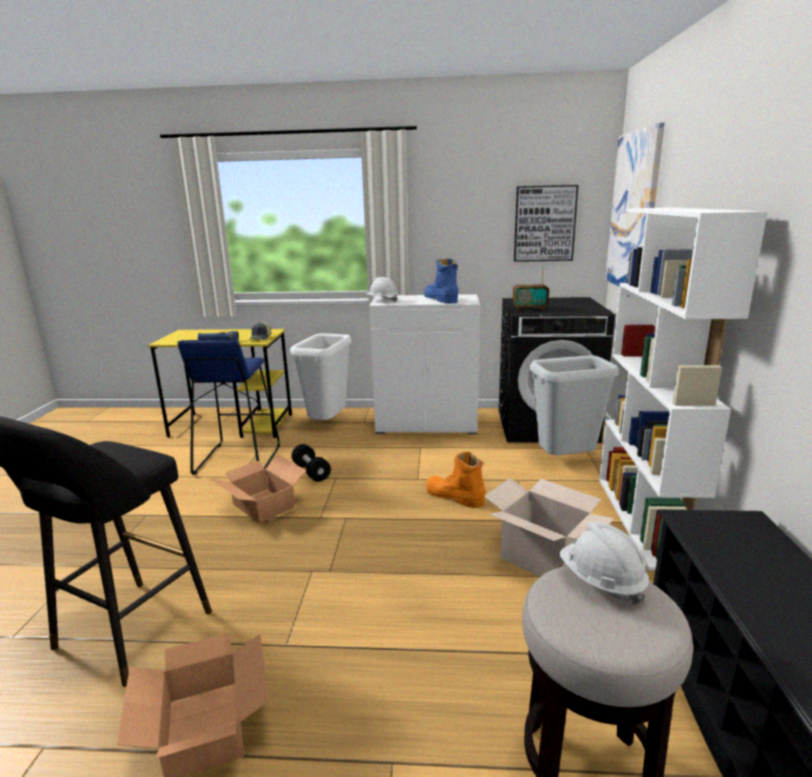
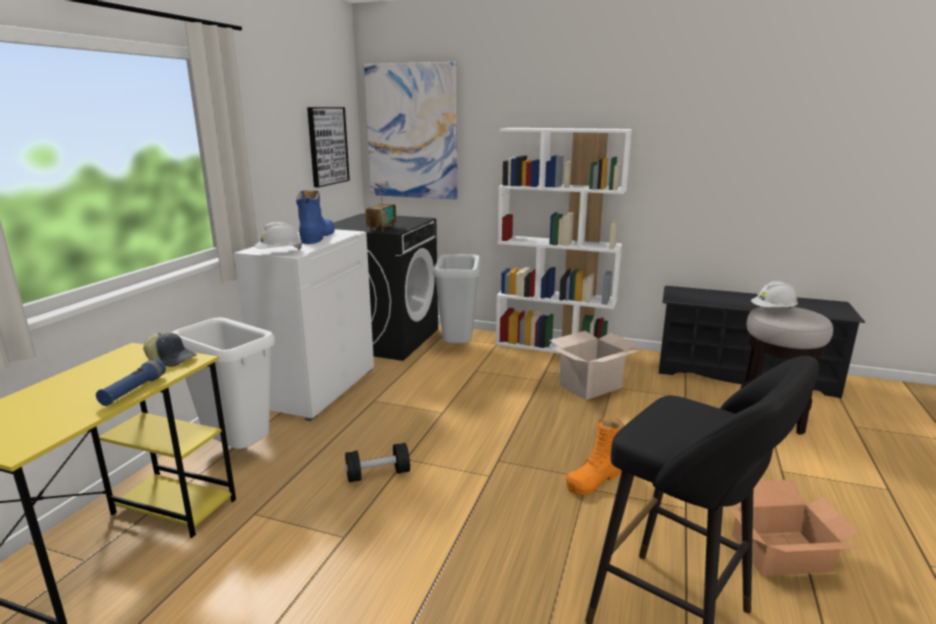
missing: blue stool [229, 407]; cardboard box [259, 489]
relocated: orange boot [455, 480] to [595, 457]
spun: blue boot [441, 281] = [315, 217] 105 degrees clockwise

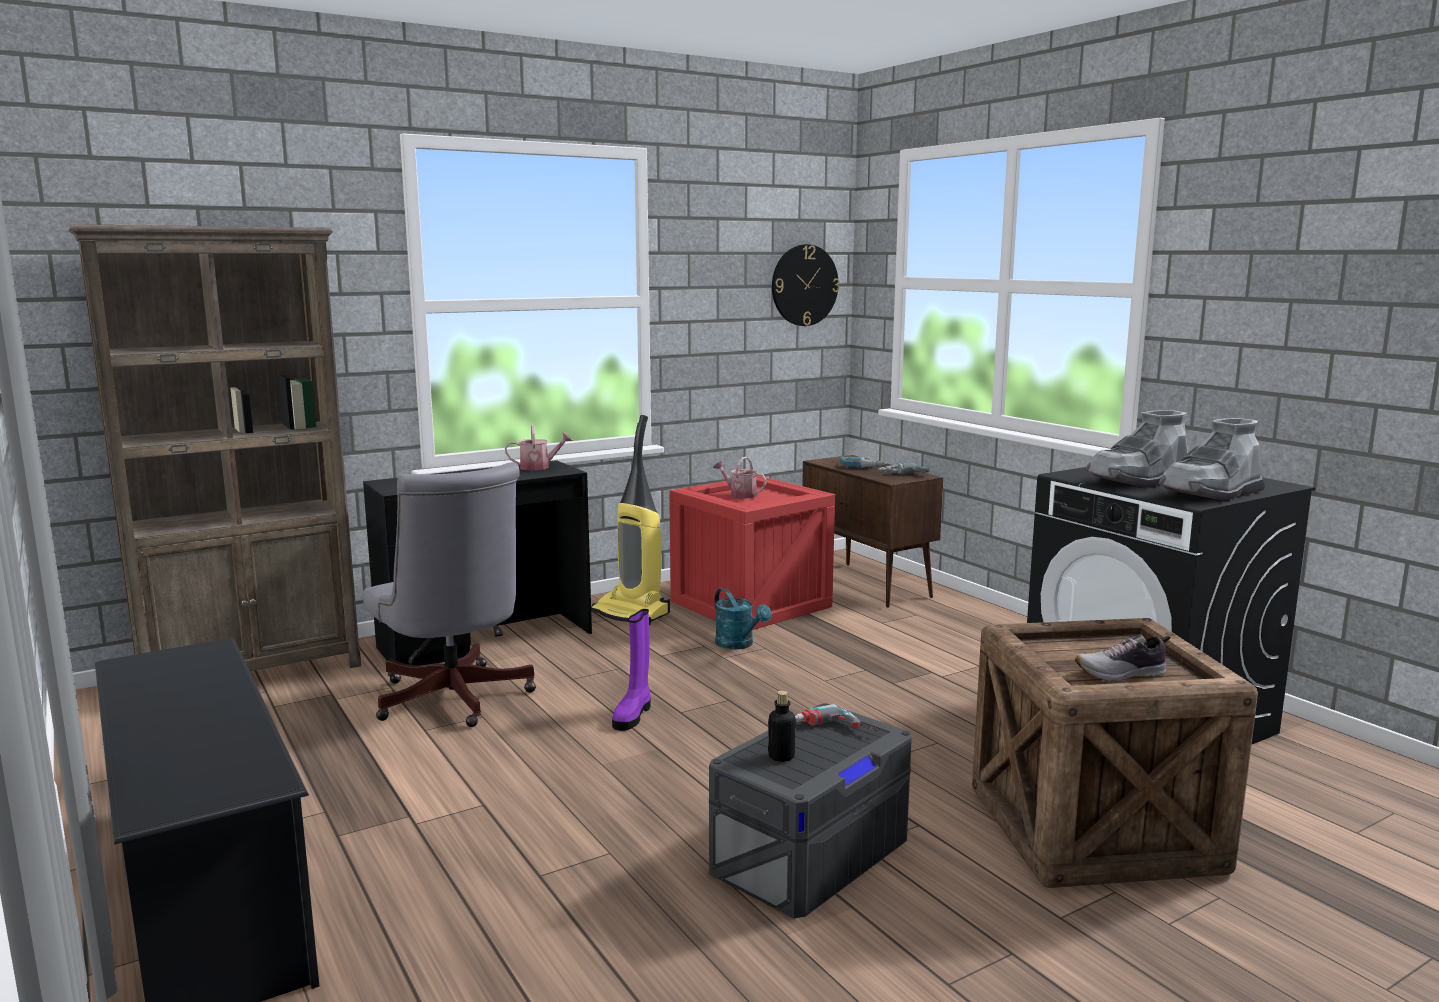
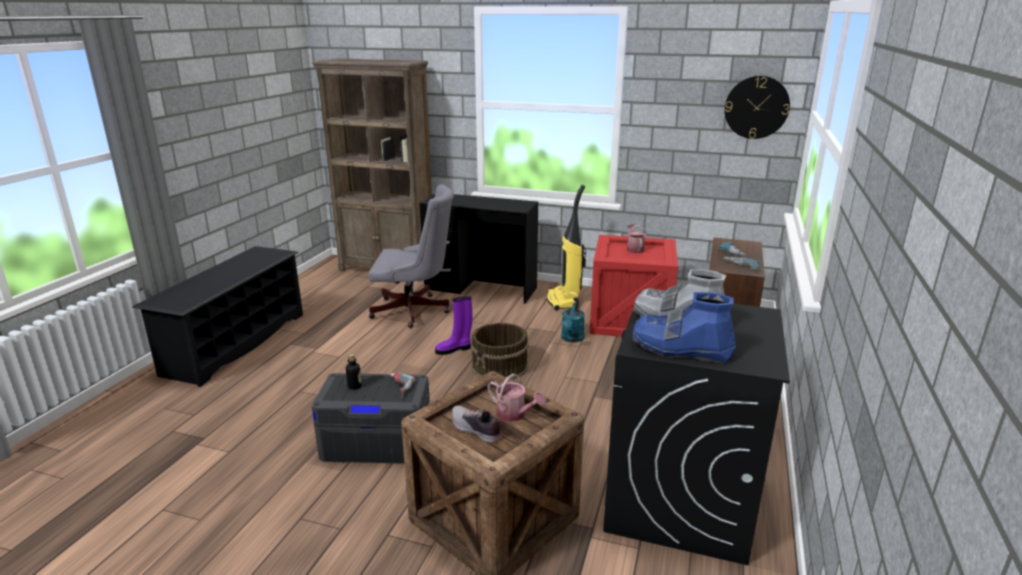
appeared: brown bucket [500, 351]
relocated: watering can [539, 447] to [516, 397]
colour: grey boot [1212, 459] to blue boot [684, 327]
spun: grey office chair [449, 594] = [411, 256] 105 degrees counterclockwise

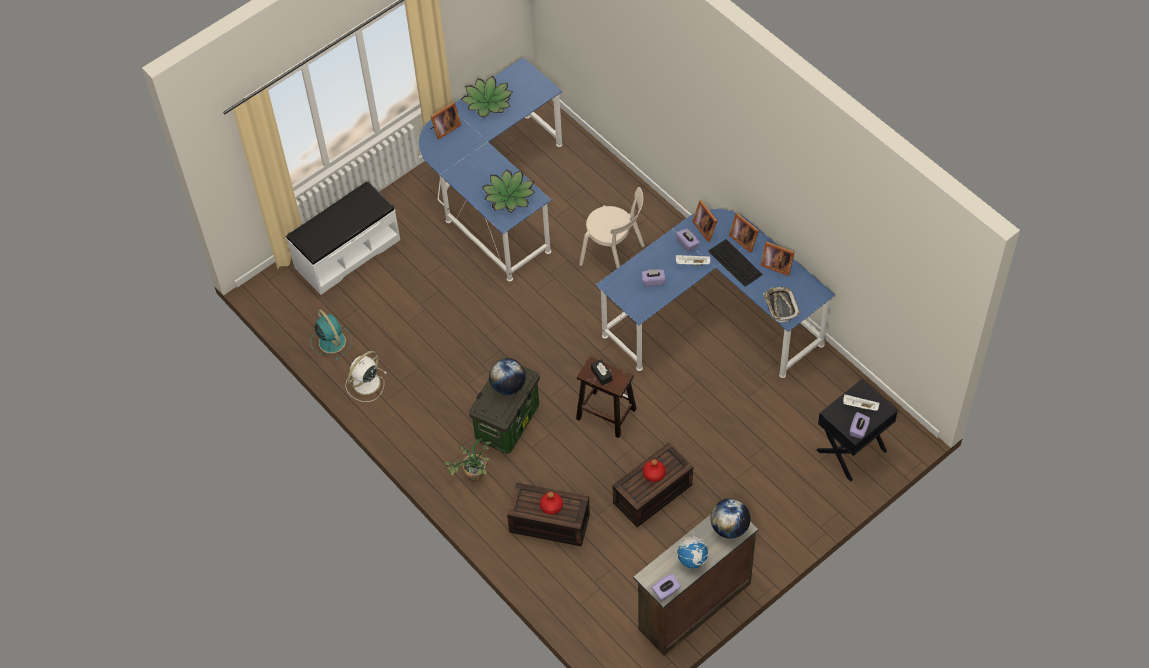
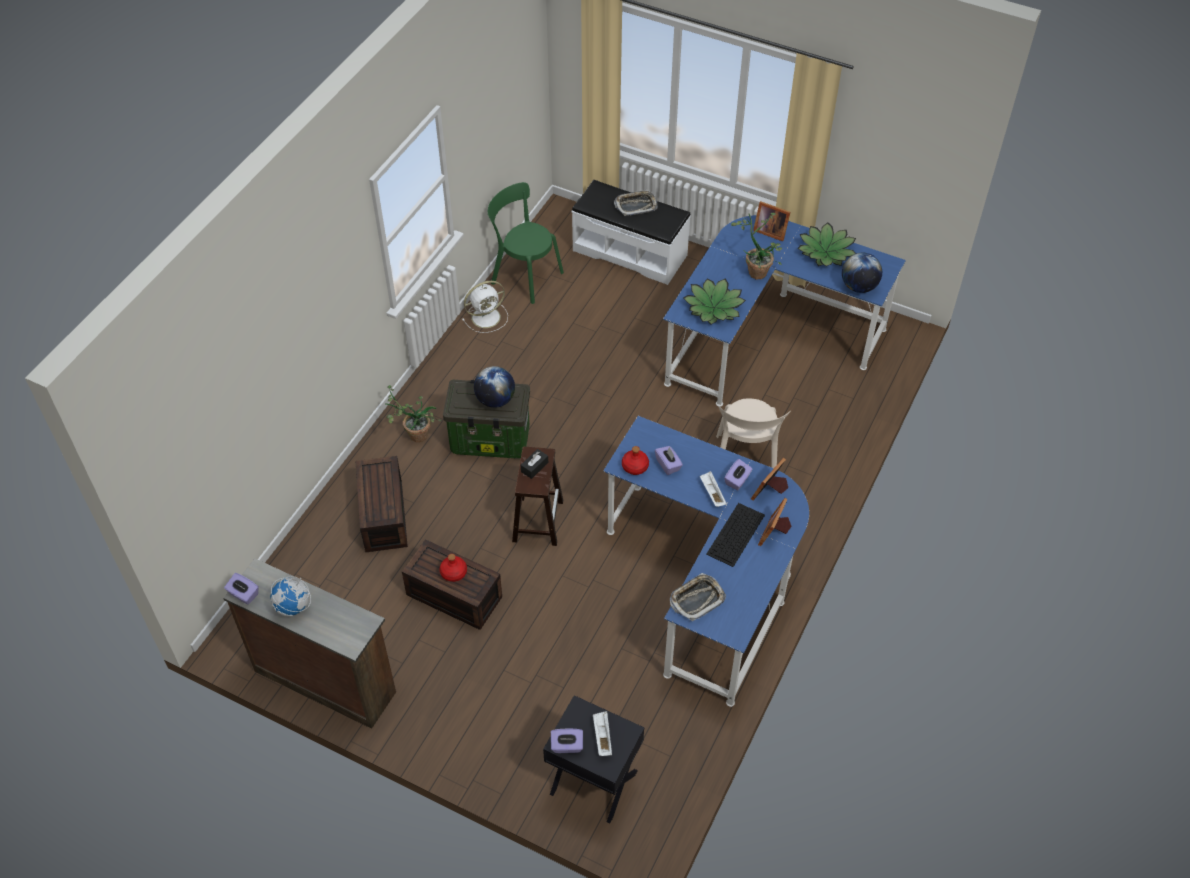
missing: picture frame [777, 258]
appeared: tray [636, 203]; potted plant [757, 246]
relocated: red bottle [551, 503] to [635, 460]; globe [730, 519] to [862, 273]
exchanged: turquoise fan [331, 334] to green chair [526, 243]
spun: white fan [366, 376] = [485, 307] 135 degrees clockwise

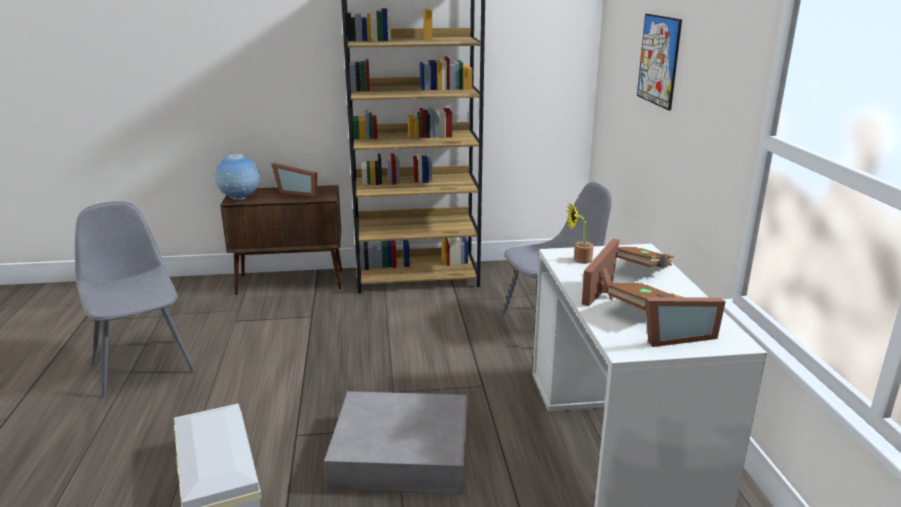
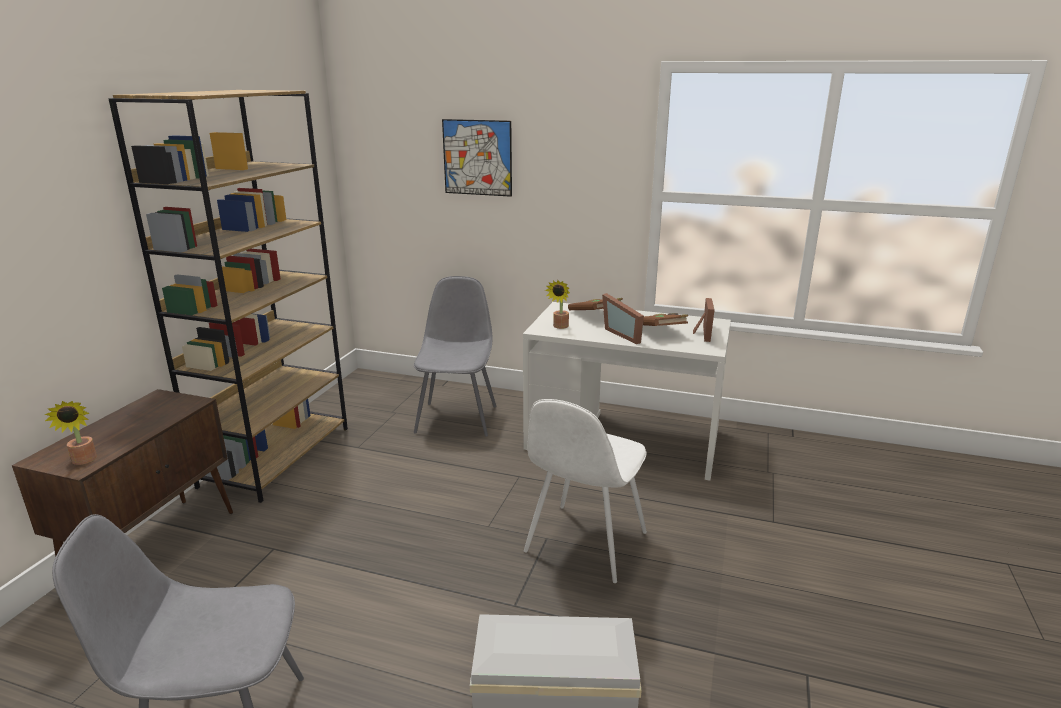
missing: picture frame [294, 180]
exchanged: globe [237, 177] to potted plant [70, 433]; grey storage box [396, 442] to white chair [585, 491]

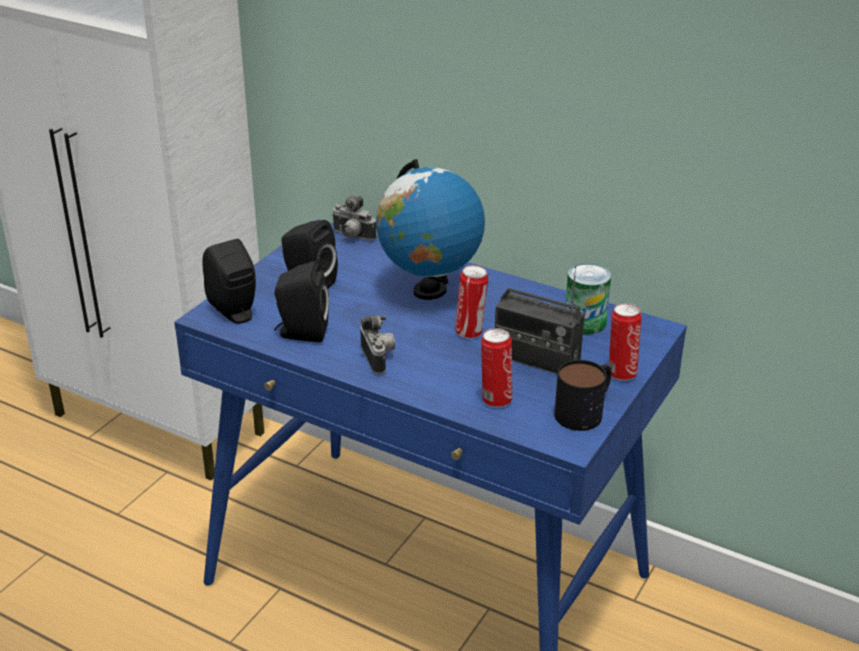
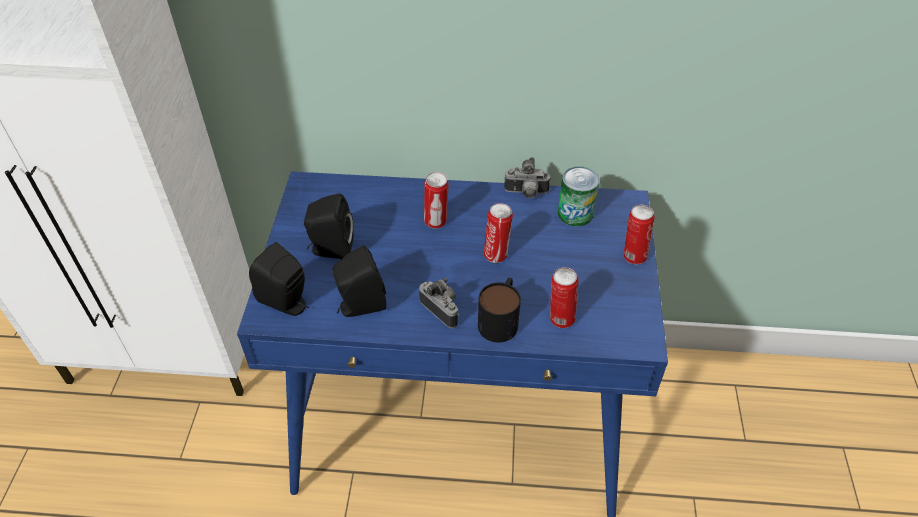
missing: radio [540, 319]
relocated: photo camera [354, 218] to [527, 177]; mug [582, 395] to [499, 310]
exchanged: globe [430, 229] to can [436, 200]

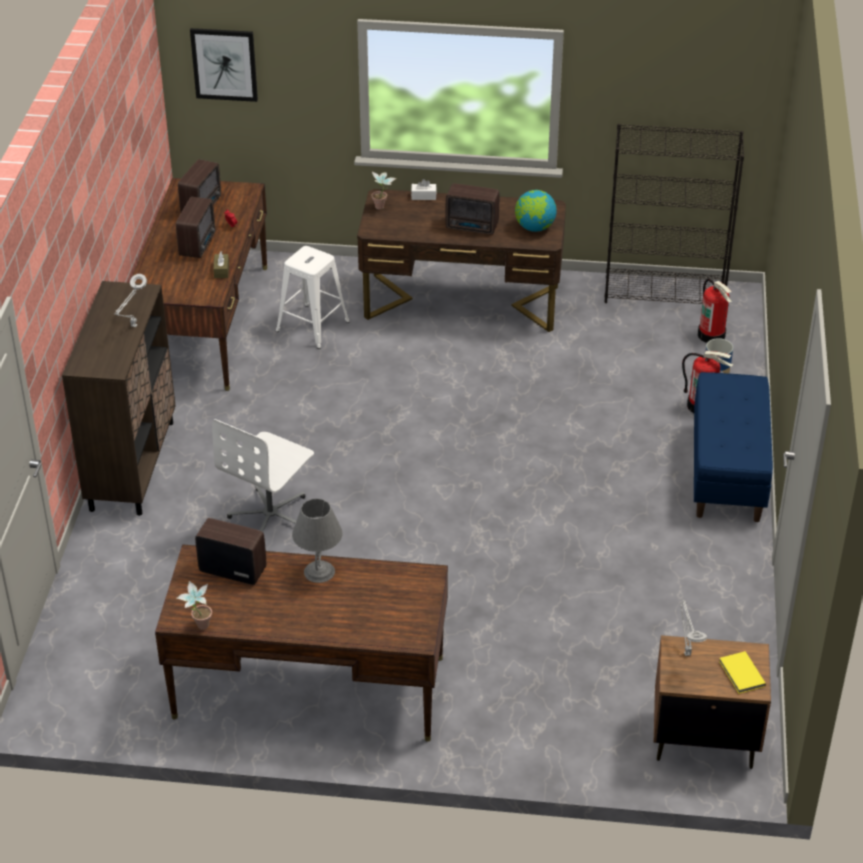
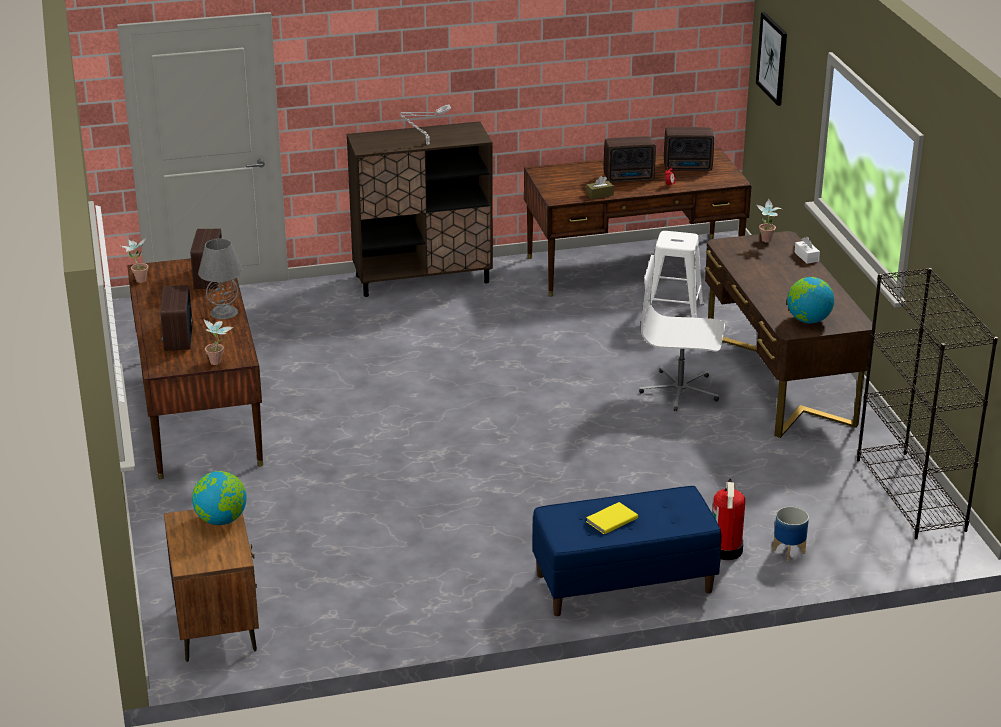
missing: fire extinguisher [715, 311]
appeared: potted plant [218, 342]
relocated: white office chair [263, 475] to [682, 333]; radio [472, 208] to [176, 318]; yellow book [742, 672] to [612, 518]
exchanged: grey table lamp [693, 628] to globe [219, 498]

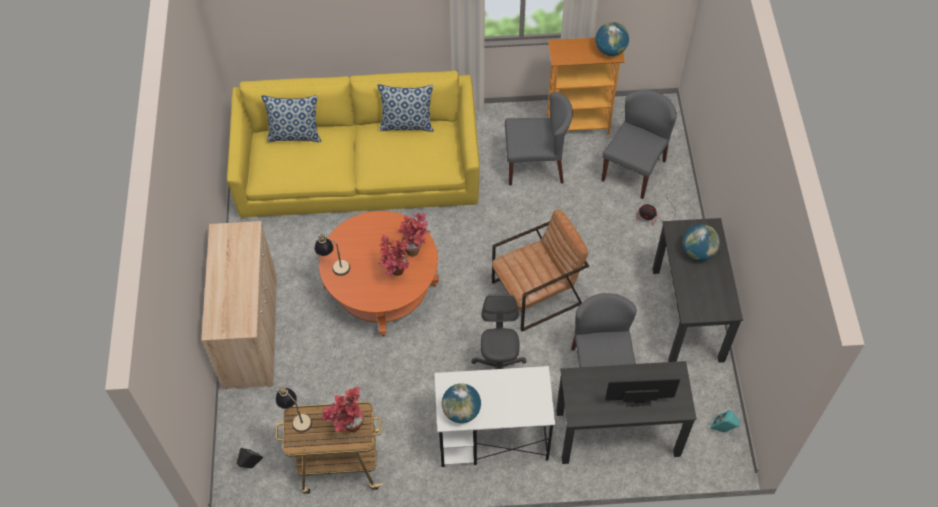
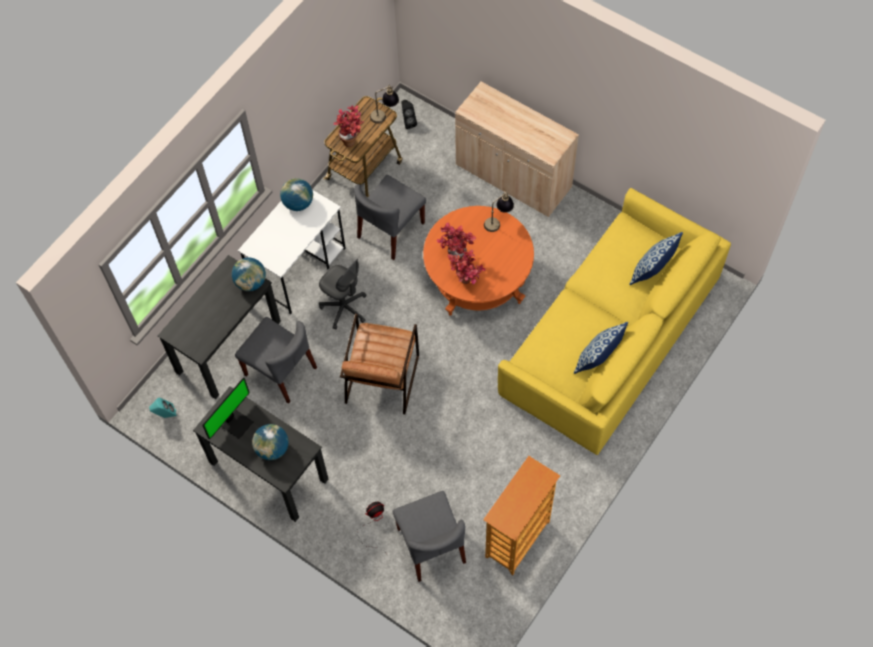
relocated: grey chair [539, 138] to [390, 217]; globe [612, 39] to [249, 274]; monitor [642, 392] to [227, 408]

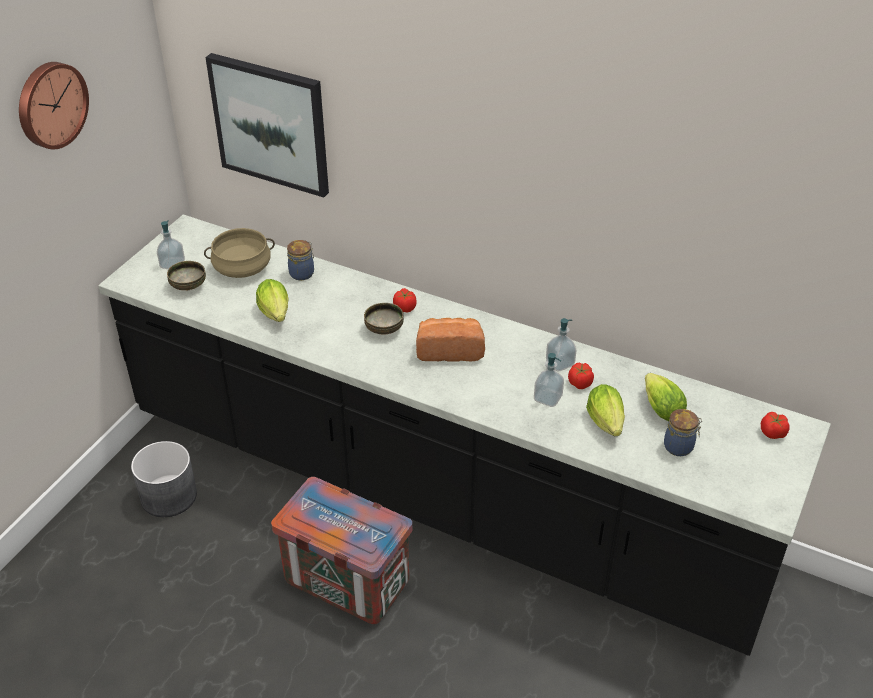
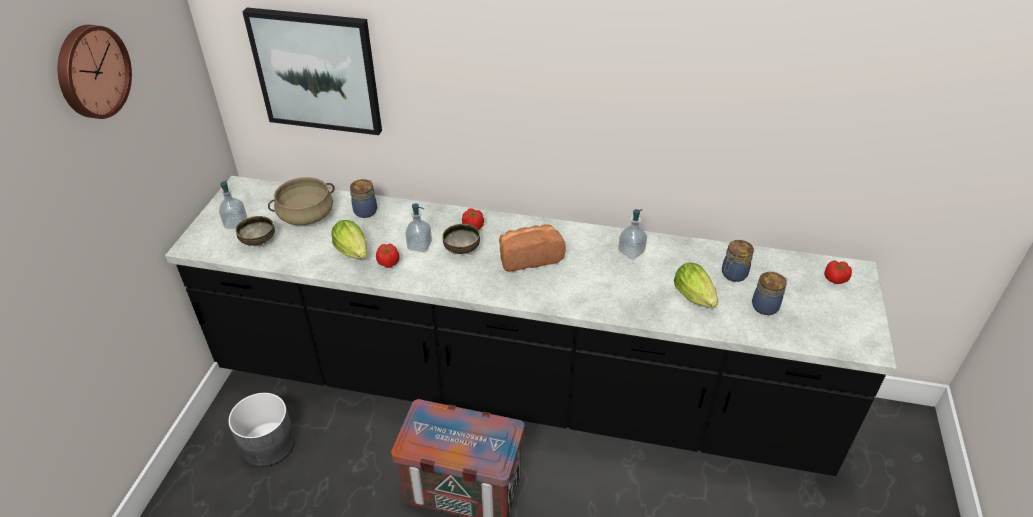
relocated: soap dispenser [549, 380] to [418, 227]; tomato [581, 375] to [388, 255]
exchanged: lettuce [666, 397] to jar [738, 261]

